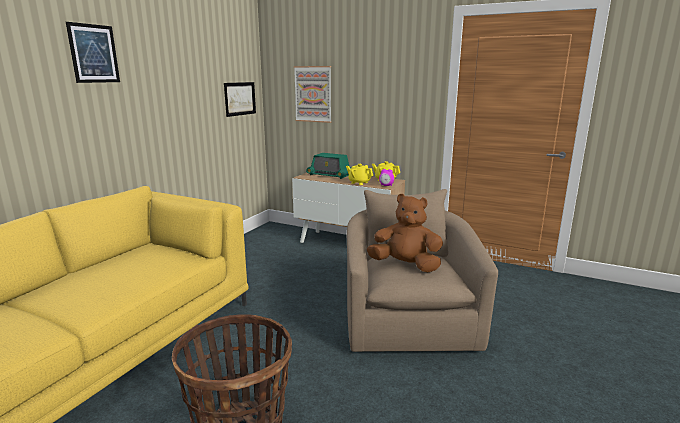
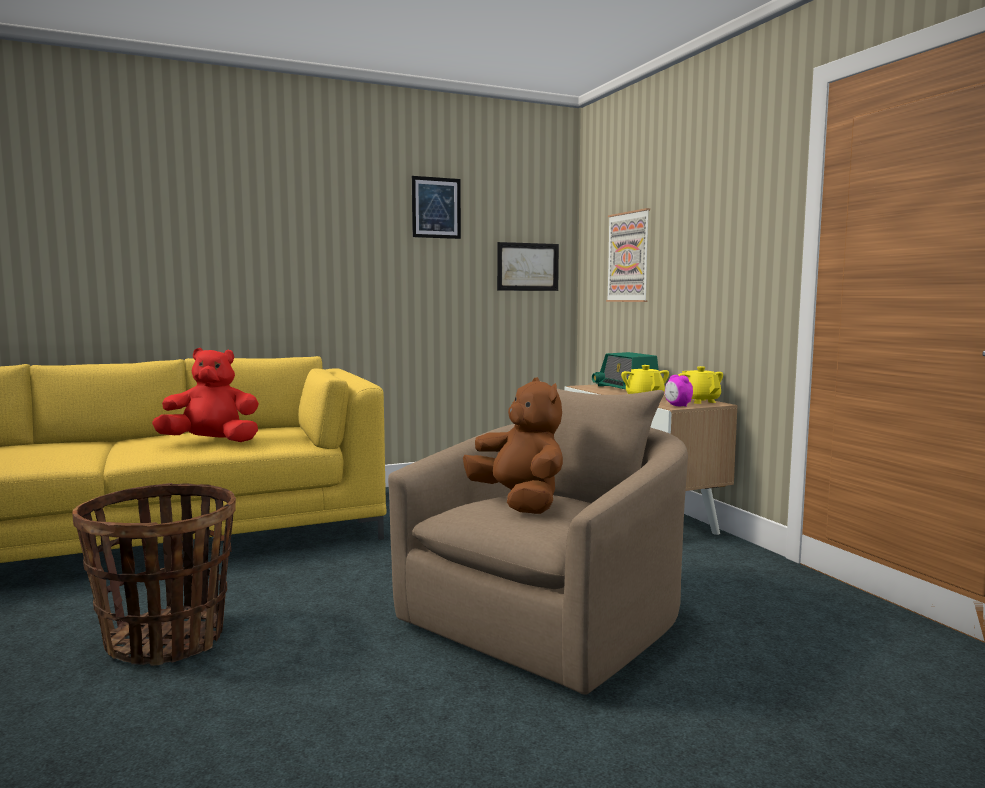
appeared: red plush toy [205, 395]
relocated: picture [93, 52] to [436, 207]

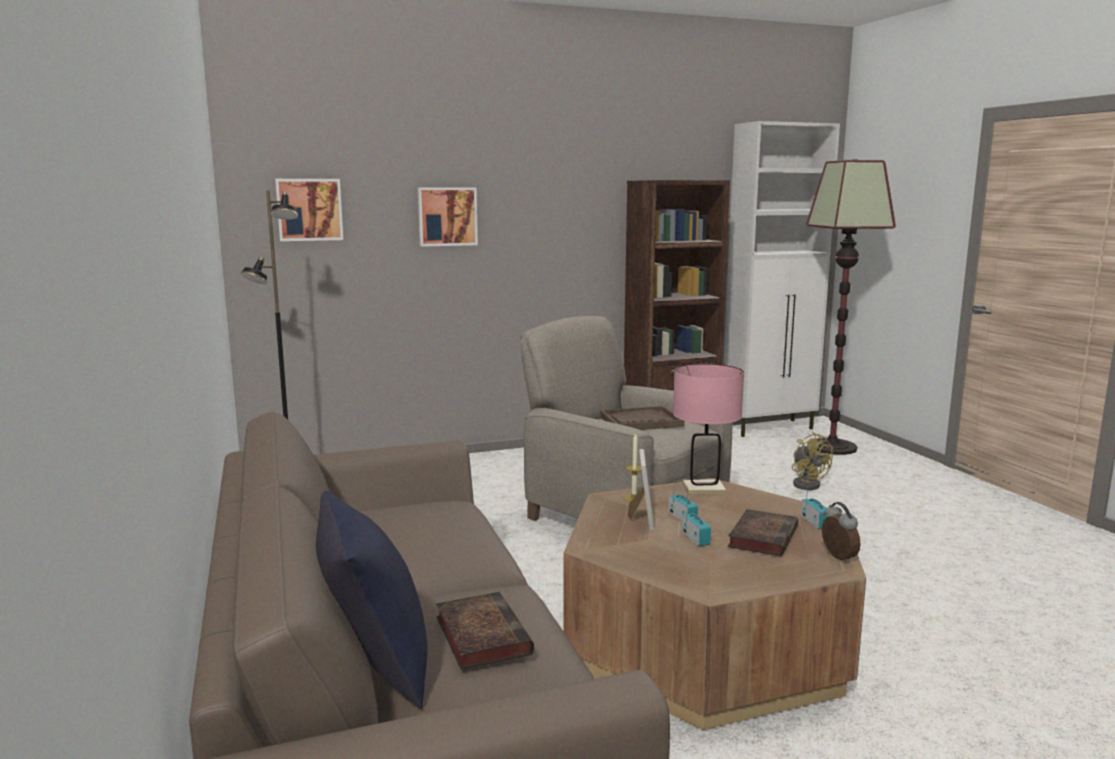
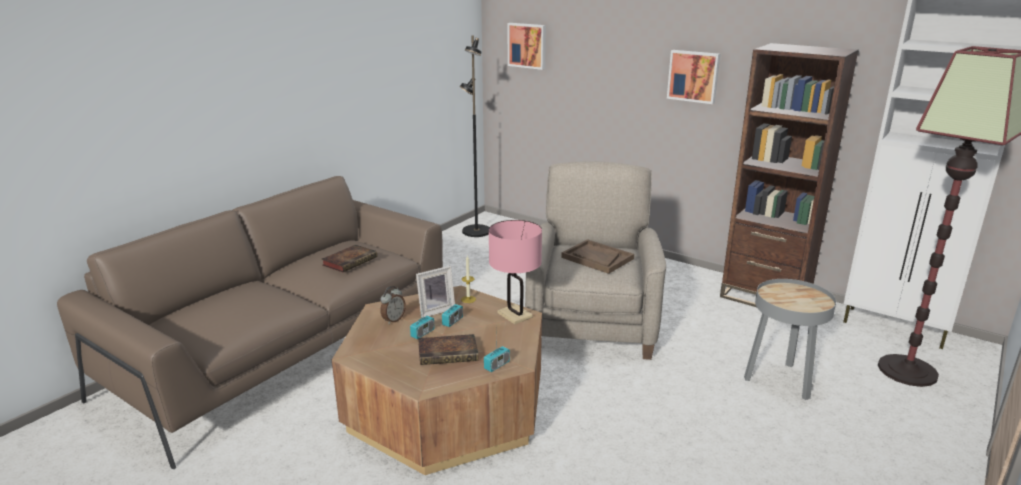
missing: blue pillow [372, 600]
relocated: picture [447, 217] to [693, 77]; book [485, 631] to [349, 258]; alarm clock [841, 532] to [393, 305]
exchanged: yellow fan [812, 461] to grey side table [790, 339]

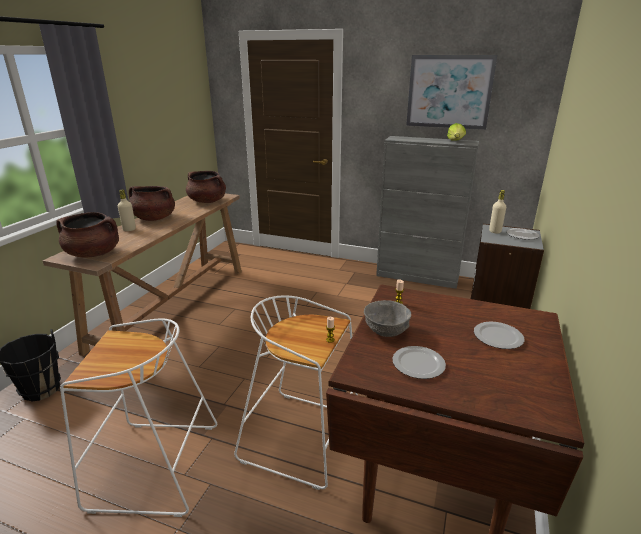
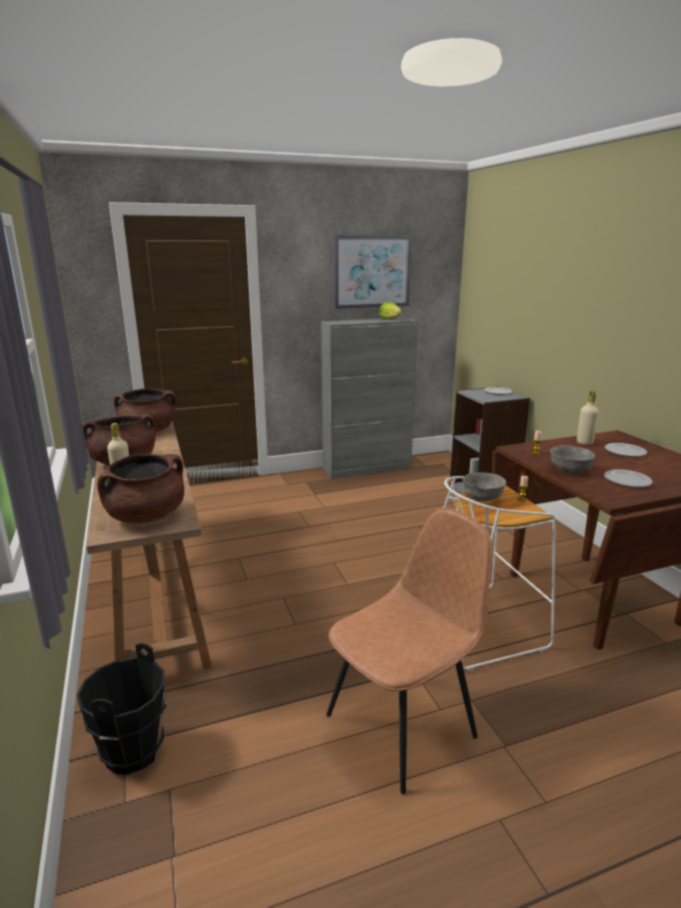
appeared: grey bowl [484, 487]
relocated: beige bottle [497, 212] to [588, 417]
exchanged: white stool [138, 418] to brown chair [409, 651]

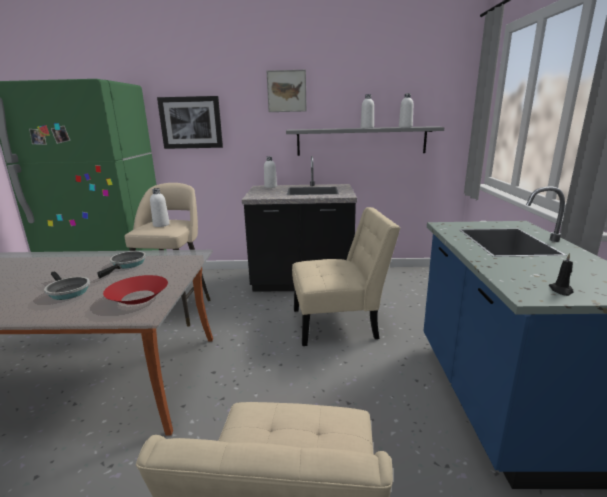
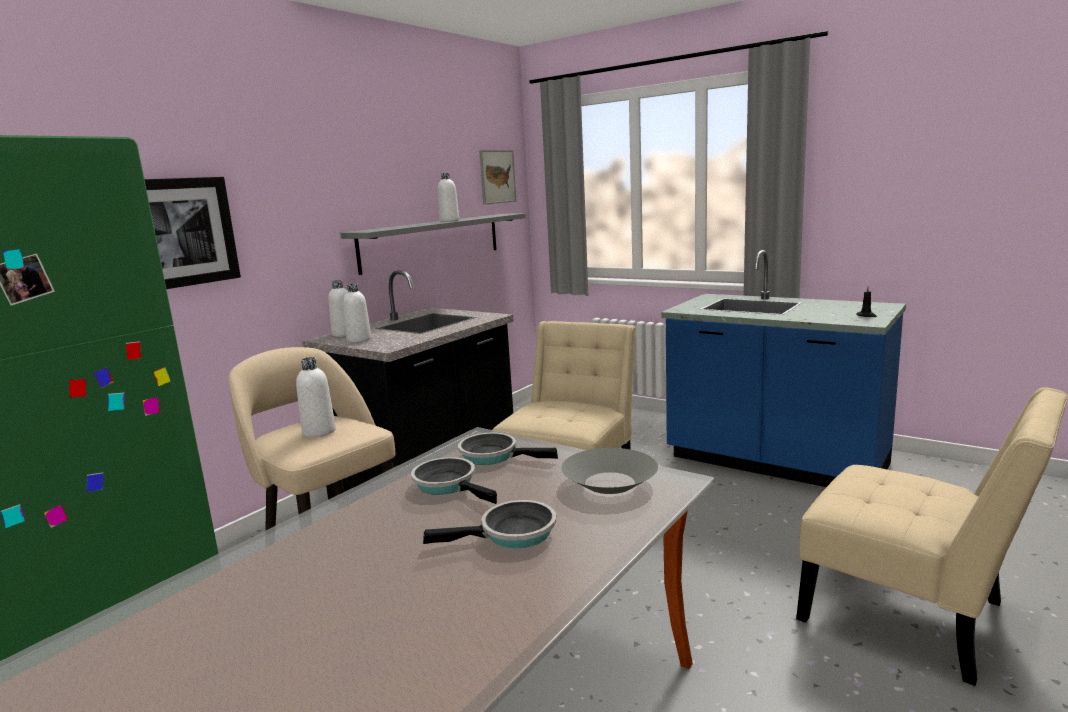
appeared: frying pan [508, 448]
relocated: picture [287, 91] to [497, 177]; white bottle [406, 110] to [357, 313]
colour: red bowl [135, 290] to grey bowl [609, 471]

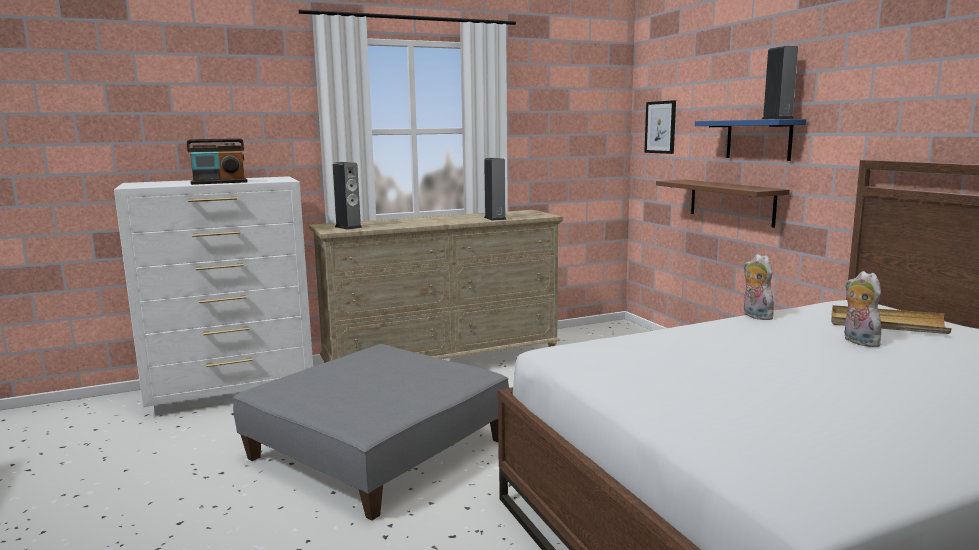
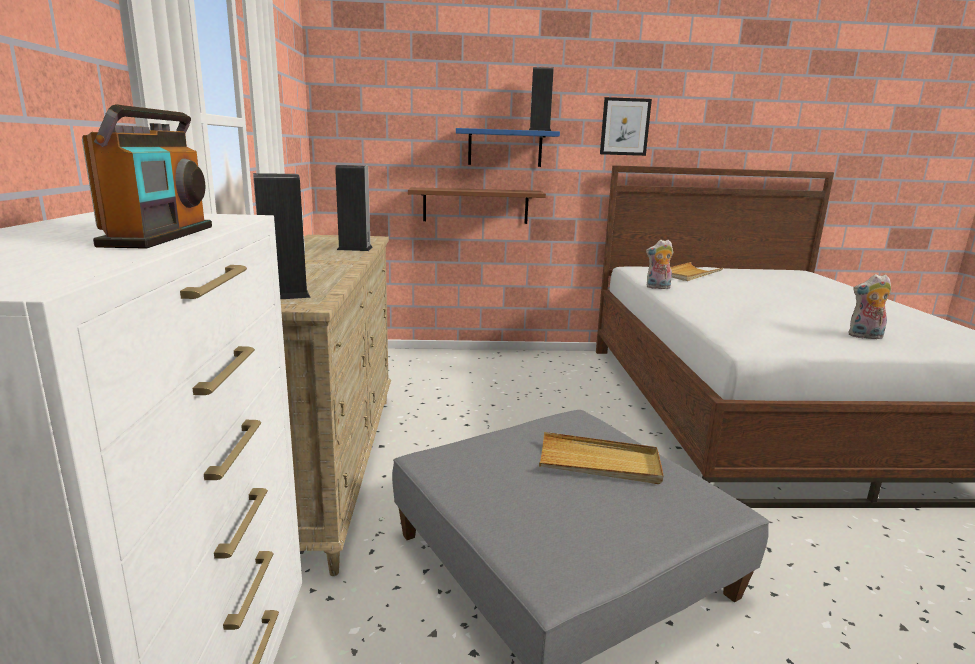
appeared: beige tray [601, 458]
relocated: picture [660, 127] to [626, 126]; plush toy [863, 309] to [869, 306]

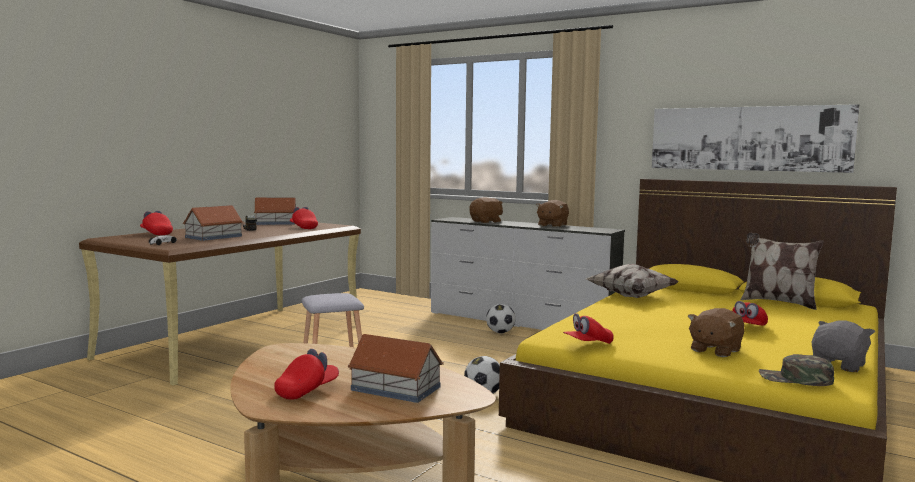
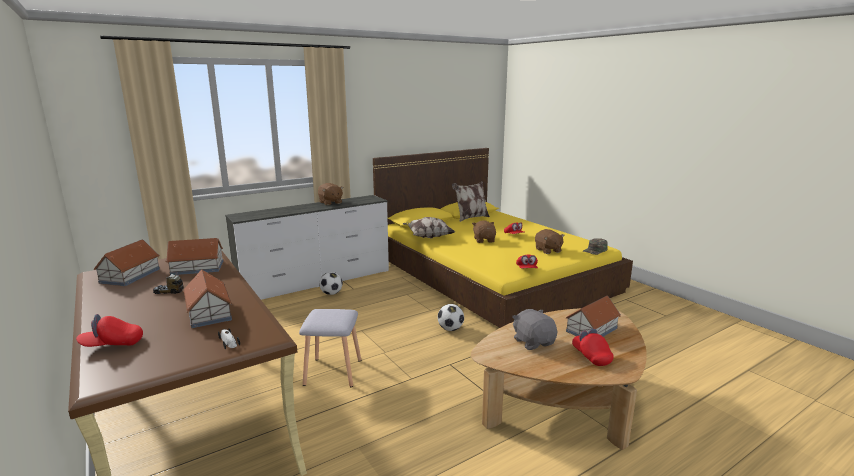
missing: picture [755, 138]
relocated: brown plush toy [486, 210] to [484, 231]; grey plush toy [843, 346] to [534, 329]
exchanged: red cap [304, 218] to toy house [194, 256]

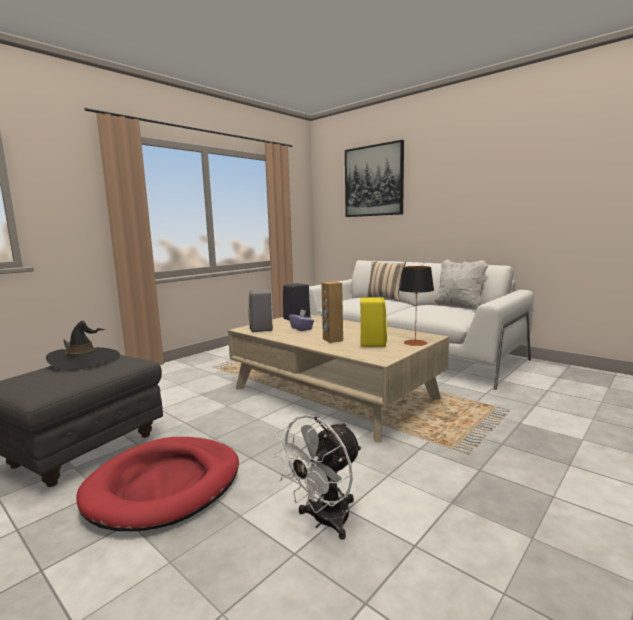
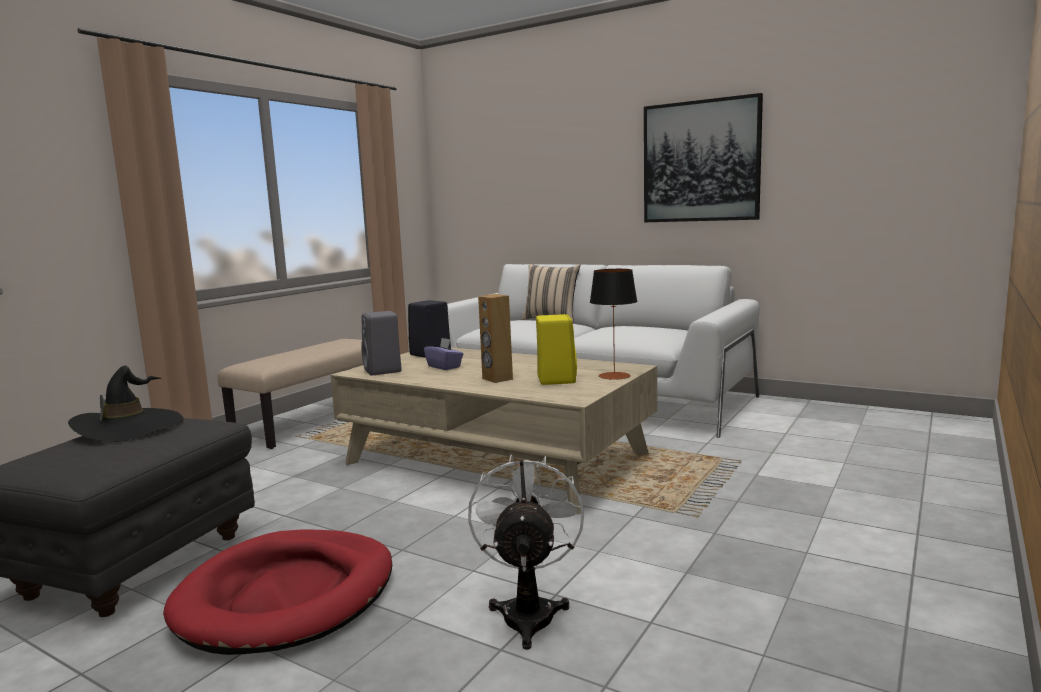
missing: white pillow [461, 284]
appeared: beige bench [290, 394]
relocated: picture [374, 178] to [703, 157]
spun: white fan [317, 477] = [526, 552] 150 degrees clockwise

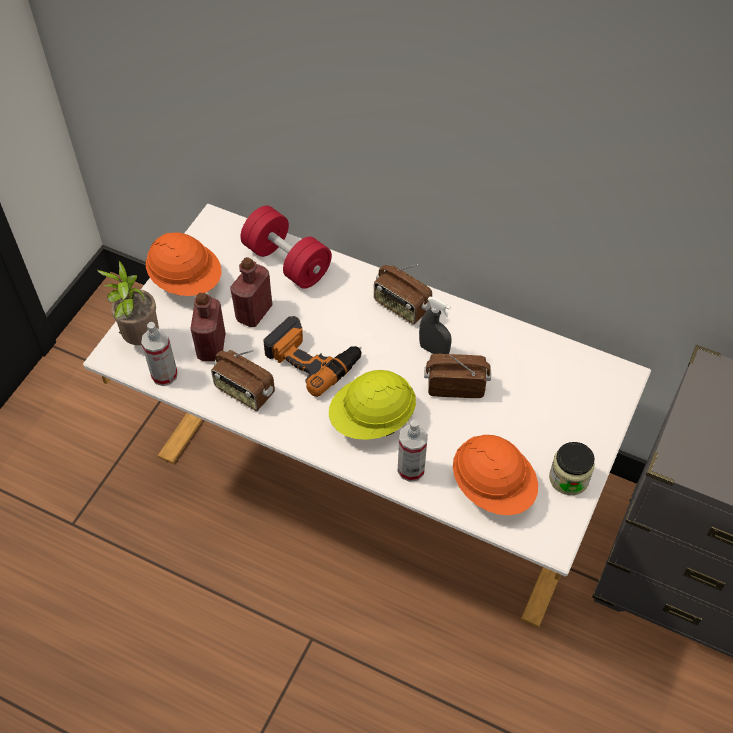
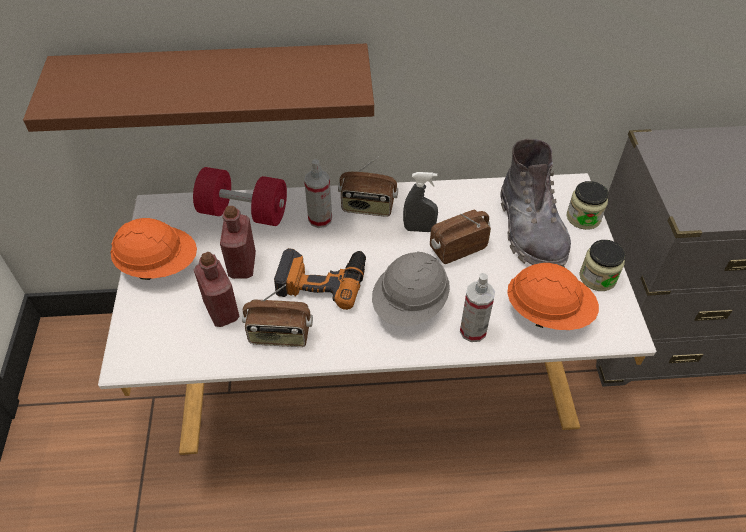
missing: potted plant [128, 303]
appeared: brown shelf [198, 88]; grey boot [535, 203]; jar [587, 205]
relocated: spray bottle [159, 354] to [318, 193]
colour: yellow hard hat [372, 405] to grey hard hat [411, 289]

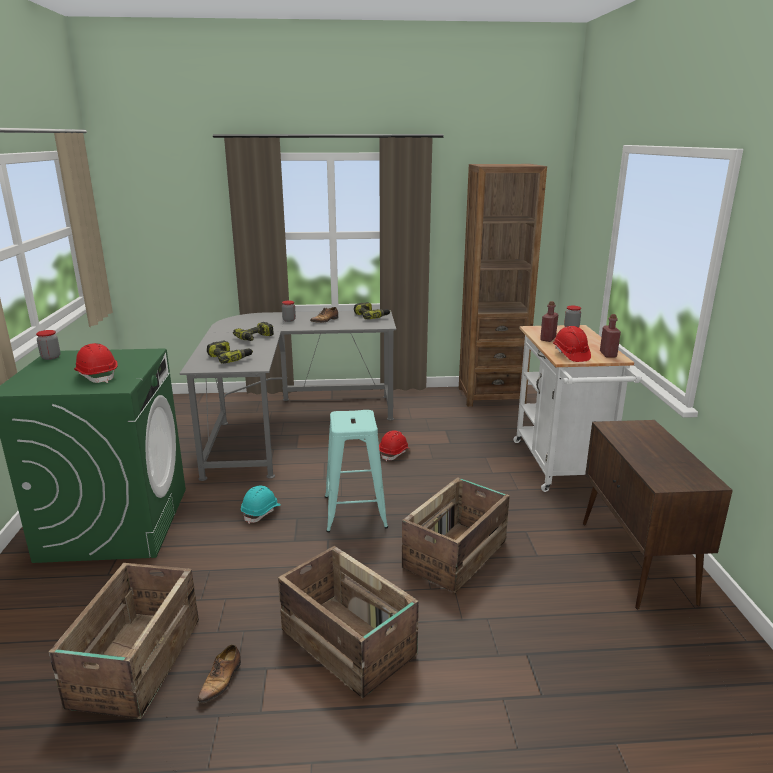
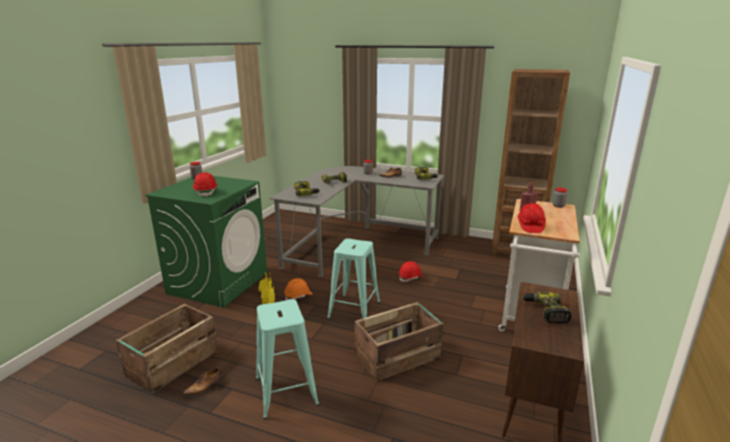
missing: red bottle [610, 336]
appeared: yellow boot [266, 288]; power drill [546, 307]
exchanged: crate [348, 622] to turquoise stool [287, 359]
colour: turquoise hard hat [261, 505] to orange hard hat [298, 289]

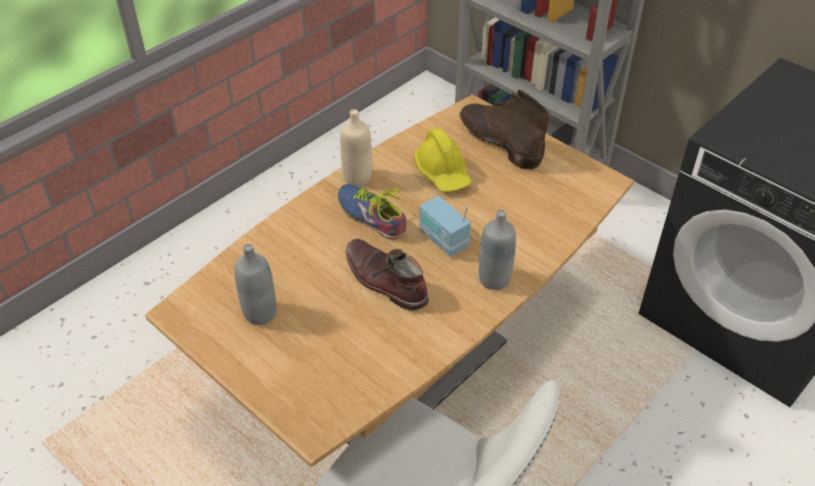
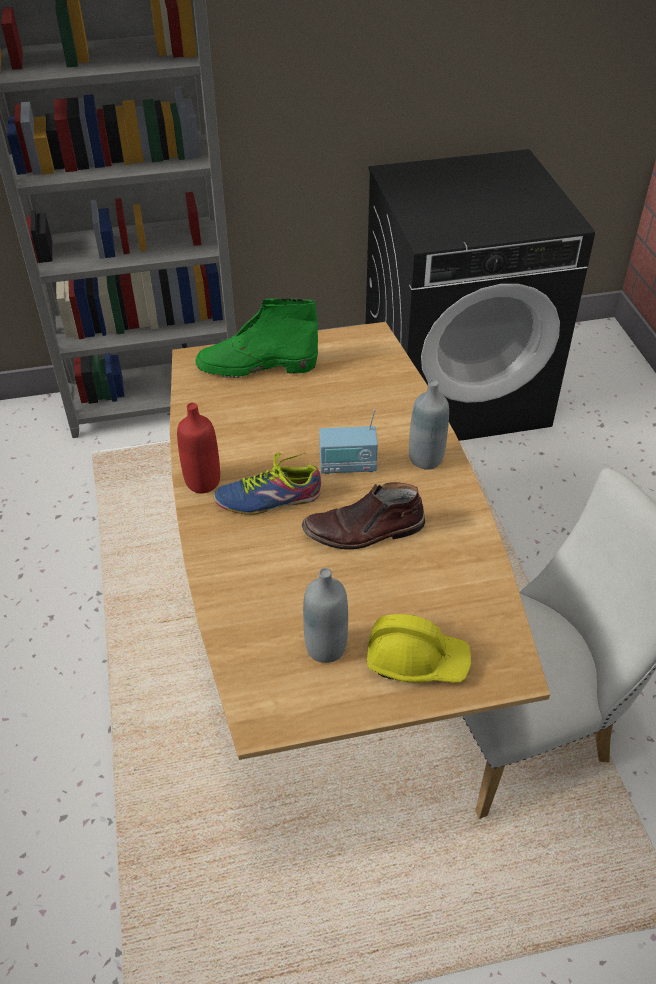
relocated: yellow hard hat [443, 160] to [419, 648]
colour: beige bottle [356, 147] to red bottle [198, 448]; brown boot [504, 130] to green boot [257, 338]

